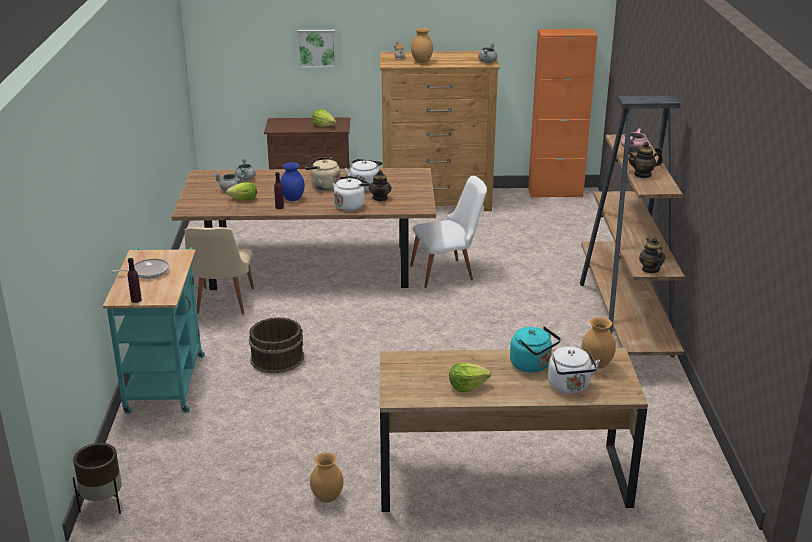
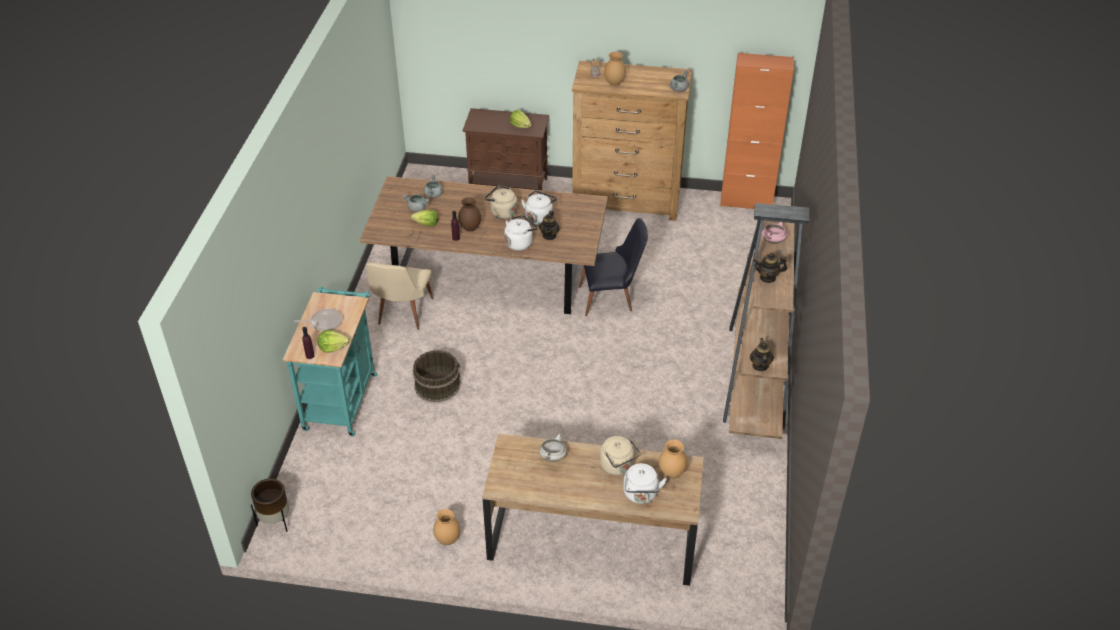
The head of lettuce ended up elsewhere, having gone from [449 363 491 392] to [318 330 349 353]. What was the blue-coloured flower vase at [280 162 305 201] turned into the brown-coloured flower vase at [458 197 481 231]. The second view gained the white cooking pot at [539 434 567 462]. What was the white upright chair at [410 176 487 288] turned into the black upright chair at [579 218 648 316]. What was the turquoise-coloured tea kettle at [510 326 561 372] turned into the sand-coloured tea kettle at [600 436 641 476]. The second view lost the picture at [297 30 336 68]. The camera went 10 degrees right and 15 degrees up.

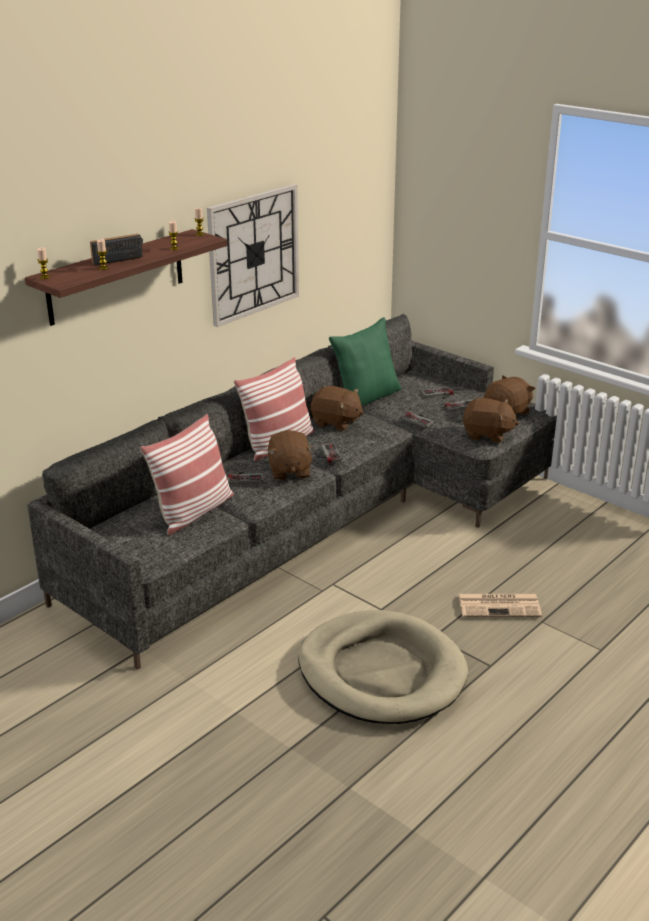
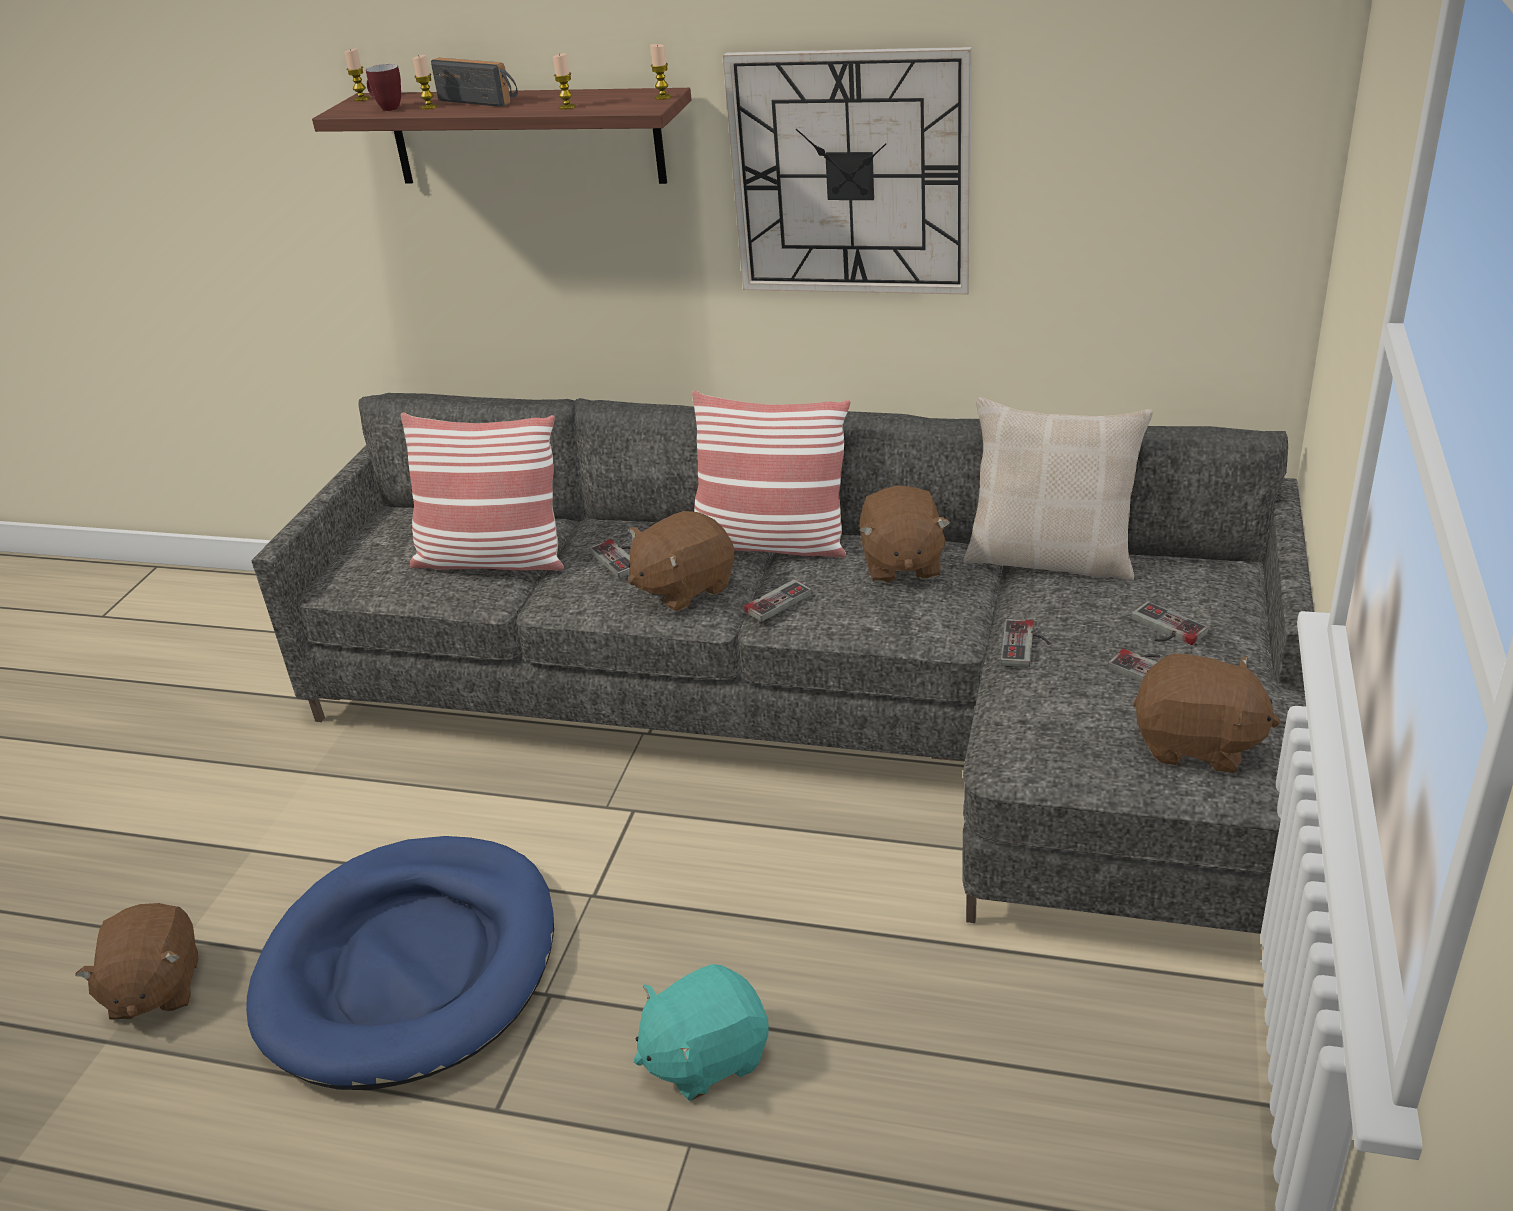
The brown-coloured plush toy ended up elsewhere, having gone from [462 398 519 443] to [75 903 198 1021]. What was the sand-coloured pet bed at [298 610 468 724] turned into the blue-coloured pet bed at [246 836 554 1090]. The second view gained the mug at [366 64 401 111]. Where the printed paper stood at [458 594 542 617], the turquoise-coloured plush toy came to stand at [634 964 769 1101]. What was the green-coloured throw pillow at [329 317 402 406] turned into the sand-coloured throw pillow at [963 397 1153 581]. The camera went 65 degrees right and 5 degrees up.

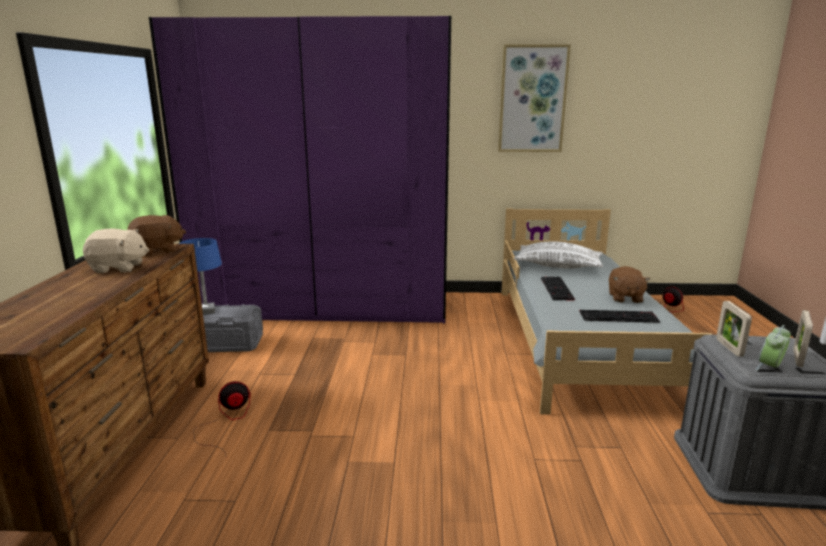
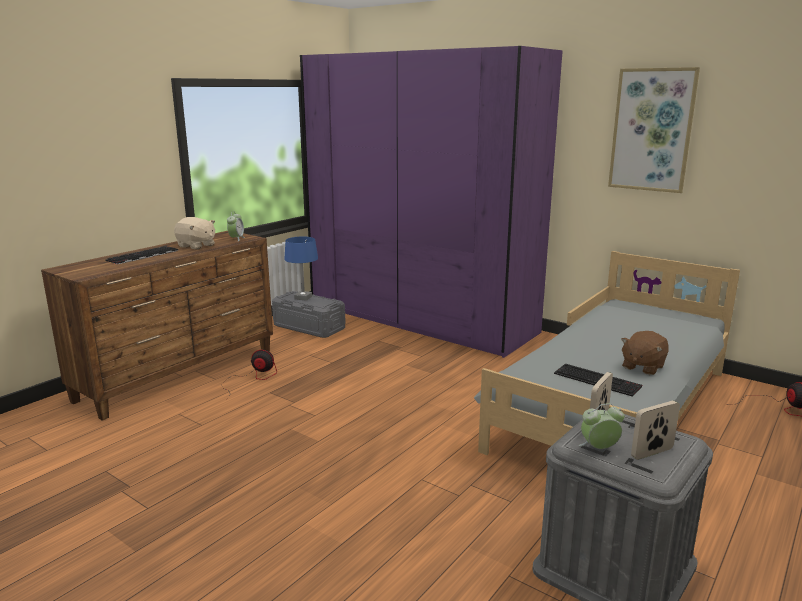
The keyboard ended up elsewhere, having gone from [541 276 575 301] to [105 246 178 264]. Where the brown-coloured plush toy stood at [127 215 186 256], the alarm clock came to stand at [227 211 245 241]. The second view lost the white throw pillow at [514 242 603 268]. The camera went 35 degrees right and 0 degrees up.

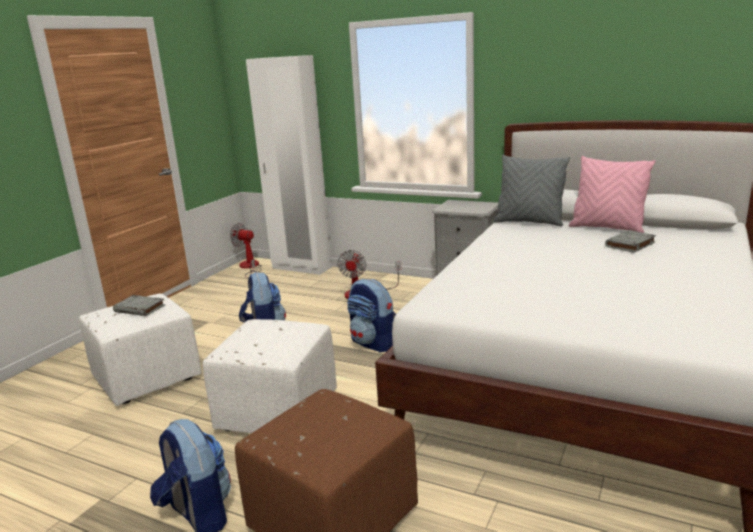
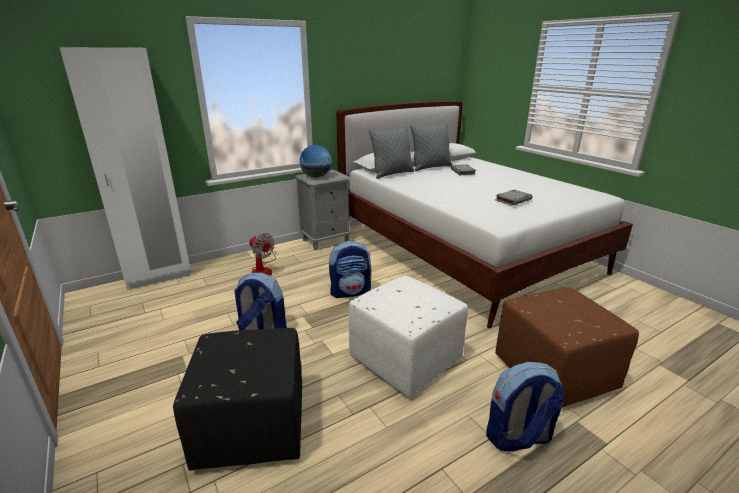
What was the white ottoman at [79 294 202 406] turned into the black ottoman at [173 328 302 471]. The second view gained the world globe at [300 145 332 178]. What was the pinkish throw pillow at [569 156 656 233] turned into the grey throw pillow at [410 123 453 171]. The grey book ended up elsewhere, having gone from [113 295 165 316] to [495 190 533 206]. The second view lost the fan at [230 223 262 278]. The camera went 60 degrees left and 5 degrees up.

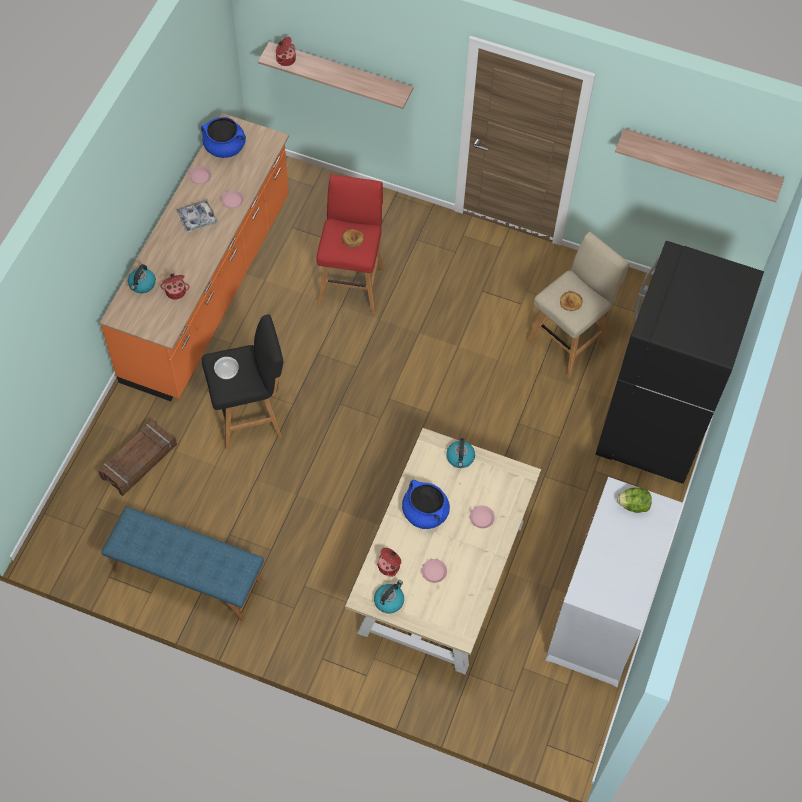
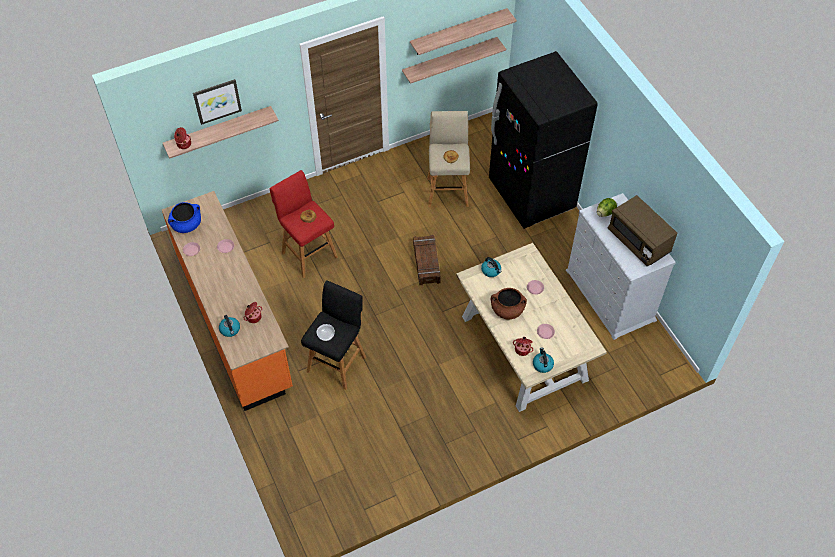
The second view gained the picture at [193 79 242 125]. The second view gained the bracket shelf at [402 37 506 84]. The packing crate ended up elsewhere, having gone from [99 420 177 496] to [413 235 441 285]. What was the blue-coloured cooking pot at [402 480 450 529] turned into the brown-coloured cooking pot at [491 288 527 319]. The second view gained the brown-coloured microwave at [608 195 678 266]. The second view lost the blue-coloured long seat at [101 507 264 621]. The second view lost the tray at [176 199 218 233]. The camera went 45 degrees left and 5 degrees down.

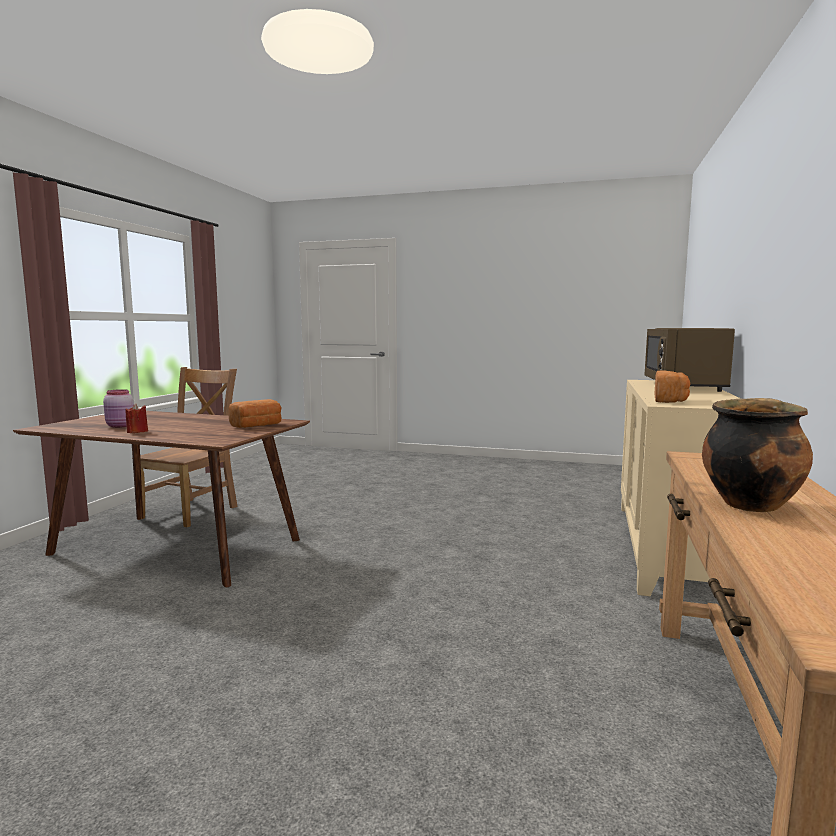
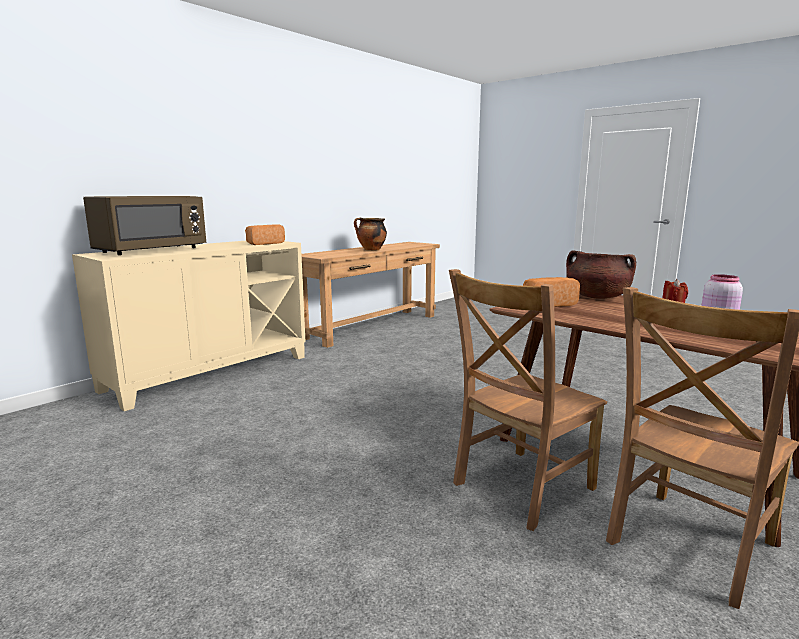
The second view gained the brown-coloured upright chair at [449 269 607 531]. The second view gained the brown-coloured cooking pot at [566 250 636 299]. The camera went 155 degrees left and 5 degrees up.

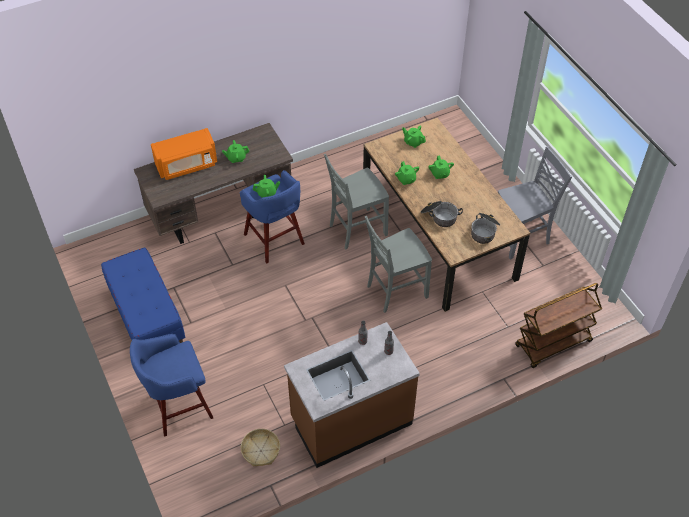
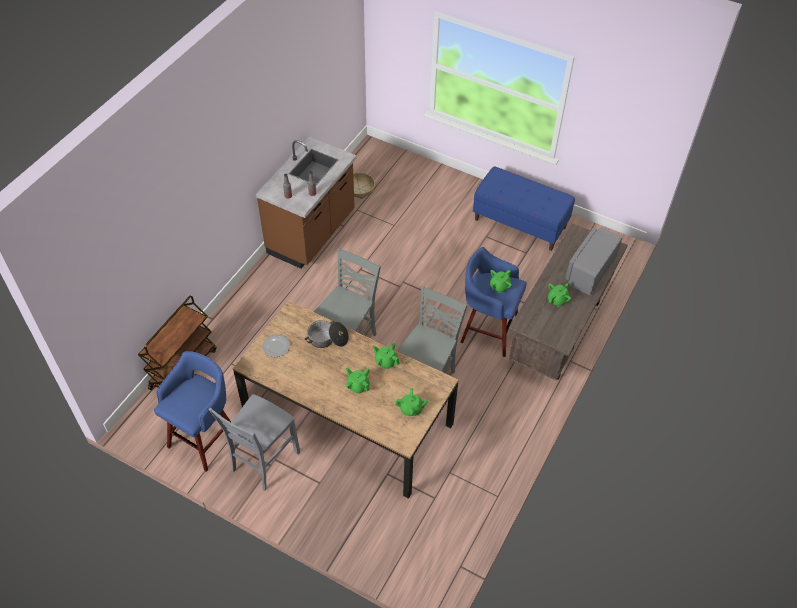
The blue-coloured sitting stool ended up elsewhere, having gone from [130 334 213 437] to [154 351 231 472]. Where the cooking pot stood at [471 213 500 244], the dinner plate came to stand at [262 335 290 357]. What was the orange microwave at [151 128 217 180] turned into the grey microwave at [565 227 623 295]. The camera went 145 degrees right and 0 degrees up.

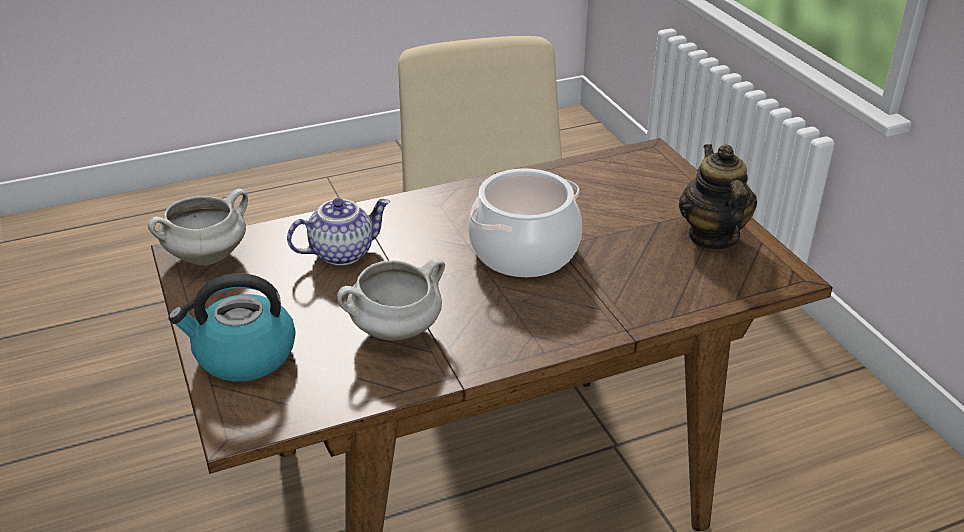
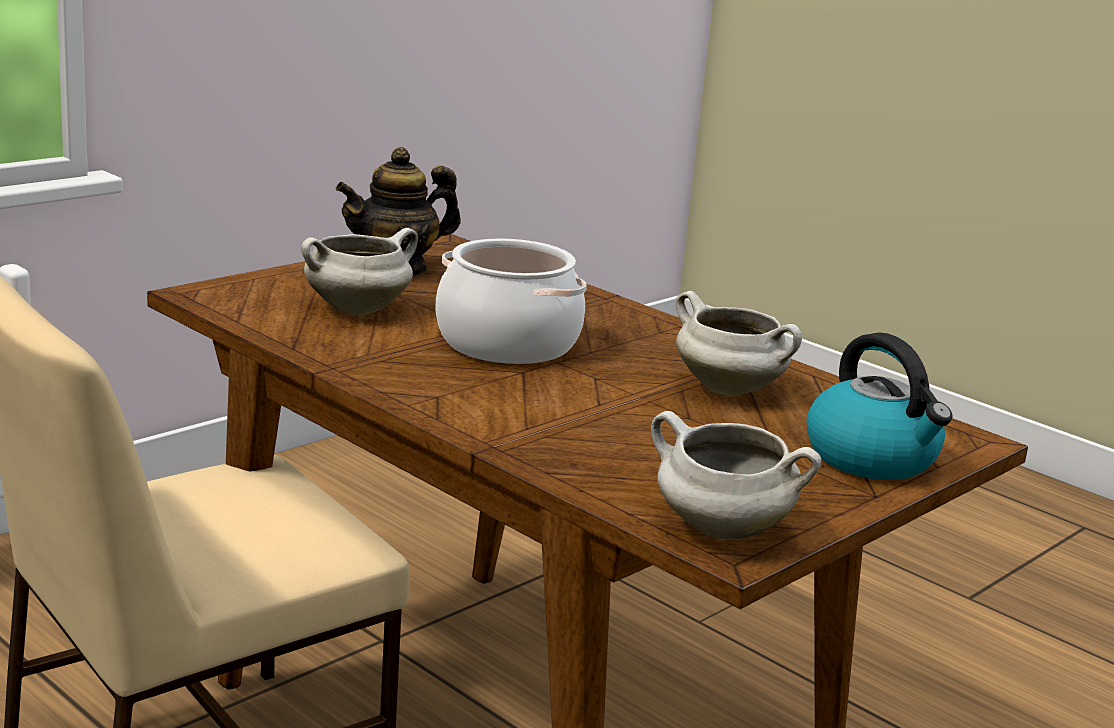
The second view gained the white cooking pot at [301 228 418 315]. The second view lost the teapot at [287 198 390 265]. The camera went 115 degrees left and 15 degrees down.

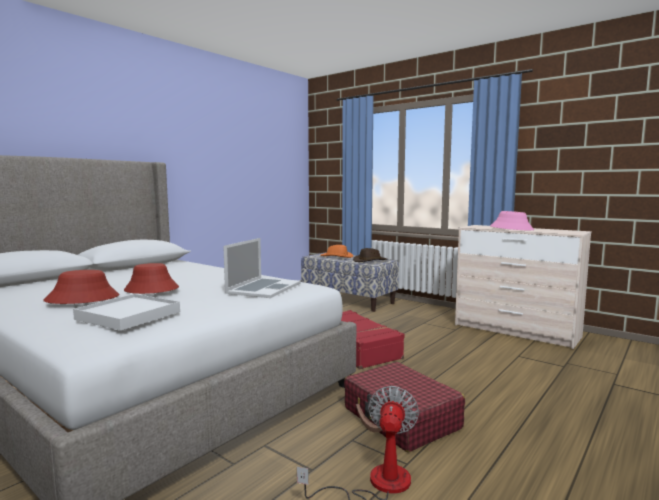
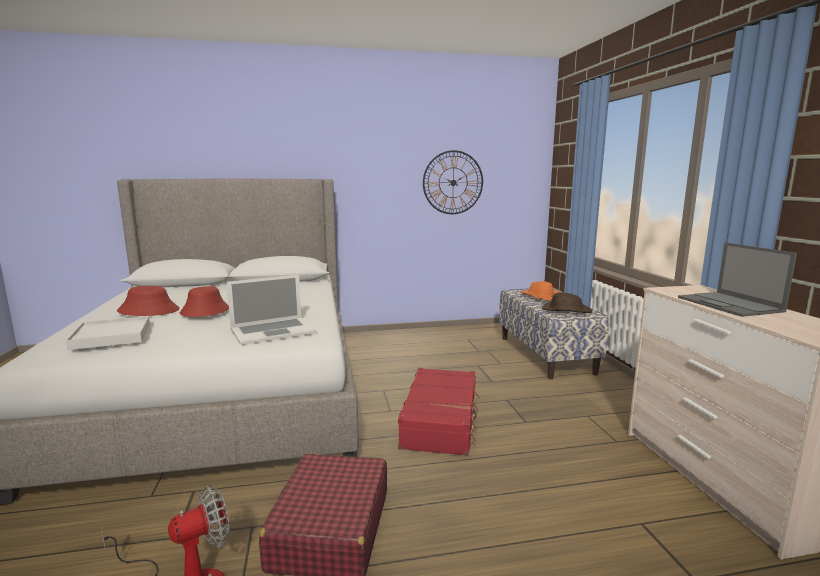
The second view gained the hanging clock at [423 150 483 214]. Where the pinkish wearable hat stood at [490 211 534 230], the notebook computer came to stand at [678 242 797 317]. The camera went 40 degrees right and 5 degrees up.

